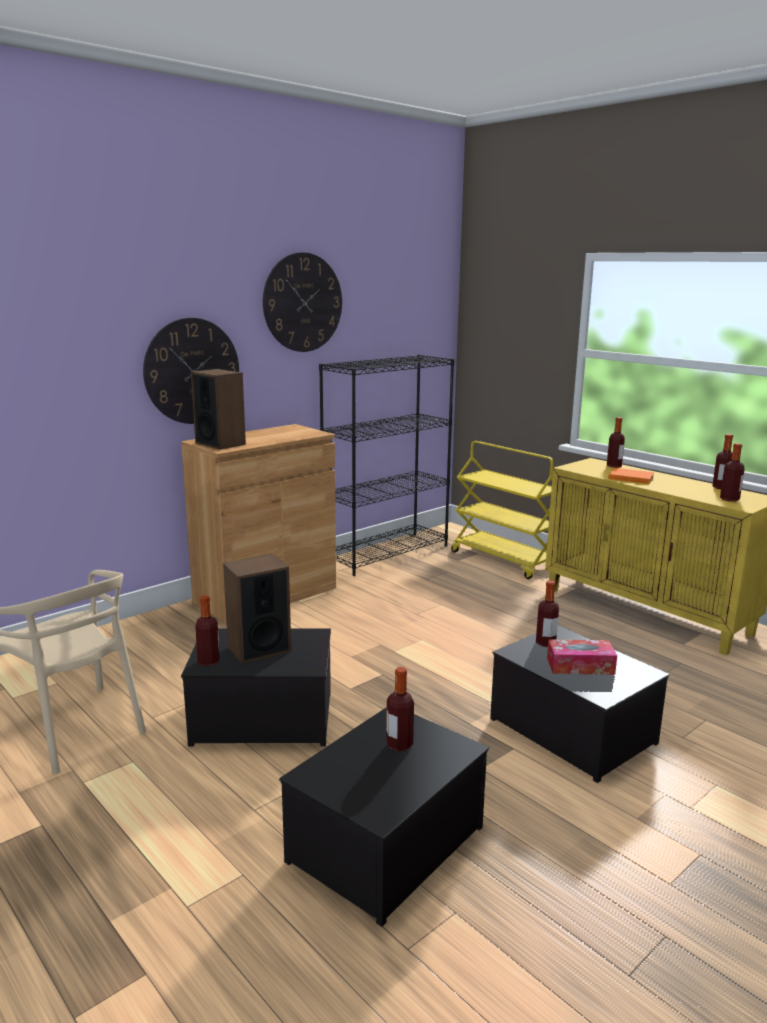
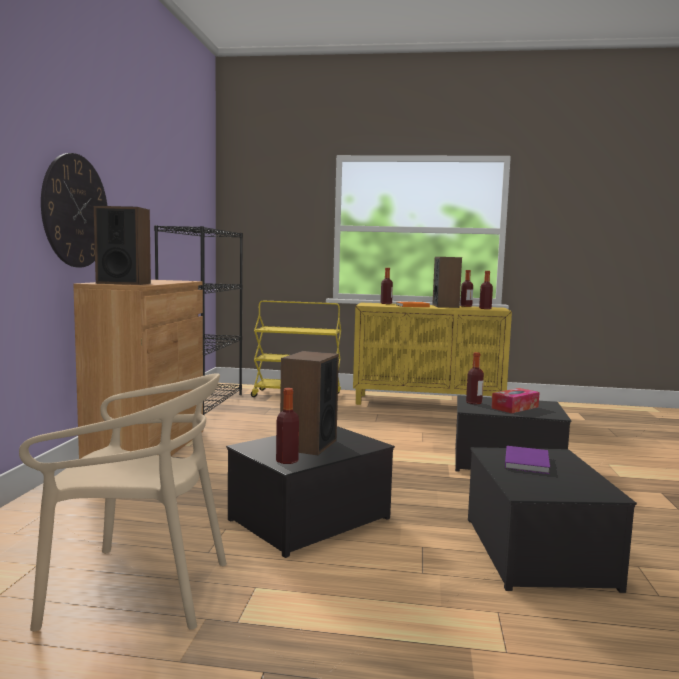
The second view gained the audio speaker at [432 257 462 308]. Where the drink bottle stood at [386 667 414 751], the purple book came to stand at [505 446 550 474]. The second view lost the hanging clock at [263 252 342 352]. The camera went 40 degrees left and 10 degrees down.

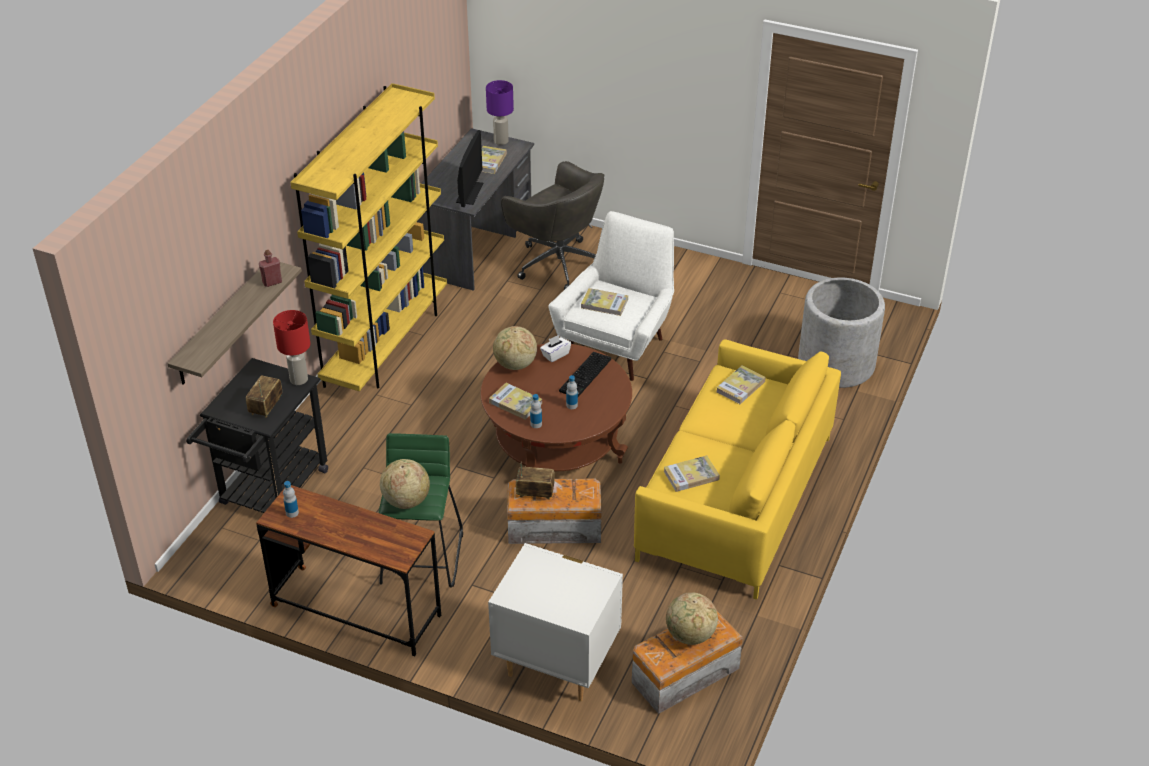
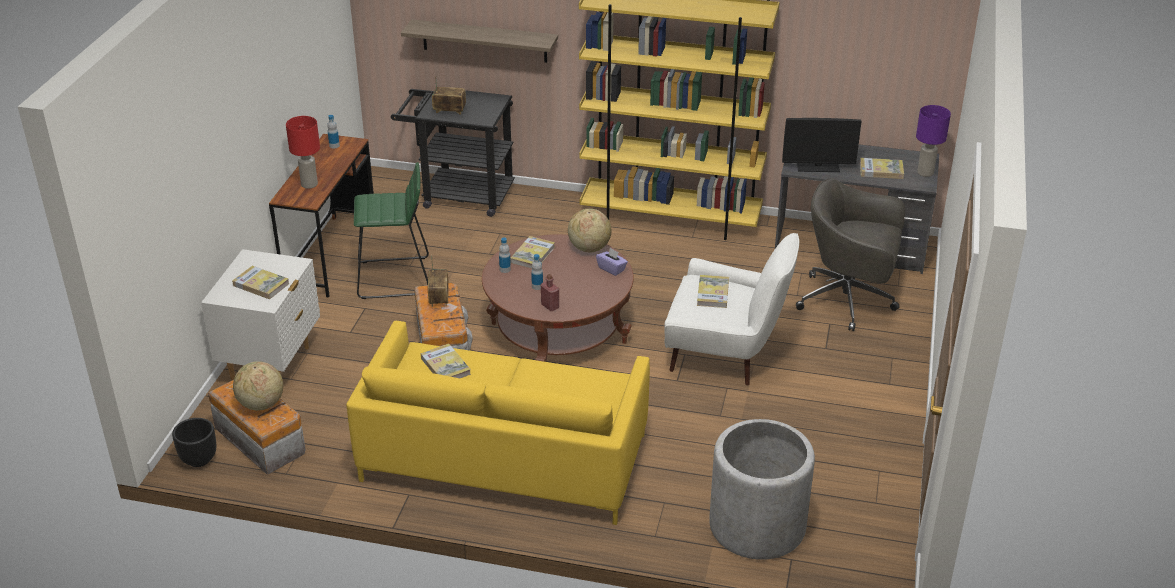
The second view gained the black planter at [172 418 217 467]. The book ended up elsewhere, having gone from [716 366 766 404] to [232 266 289 299]. The red-coloured lamp for a table ended up elsewhere, having gone from [273 310 310 385] to [286 116 320 189]. The red-coloured drink bottle ended up elsewhere, having gone from [259 250 282 287] to [541 274 559 311]. What was the white tissue box at [540 335 571 362] turned into the purple tissue box at [596 248 628 276]. The grey computer chair at [501 161 604 290] ended up facing another way, 75 degrees clockwise from before. The second view lost the world globe at [380 459 430 509]. The second view lost the keyboard at [559 352 611 397]. The camera went 80 degrees right and 5 degrees down.

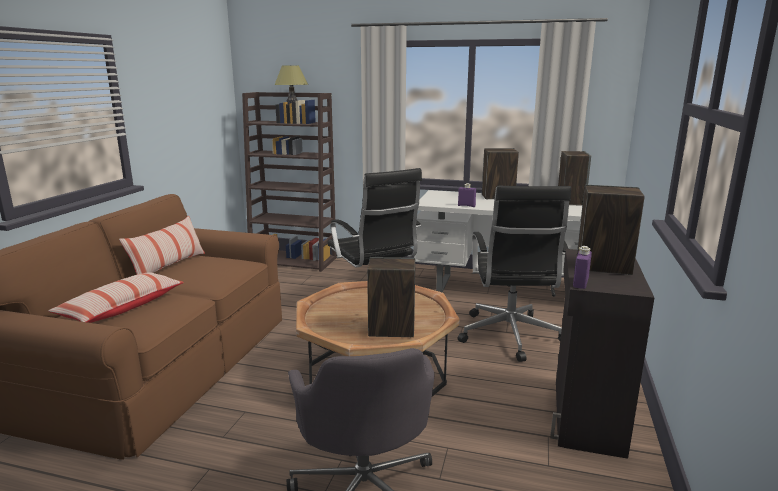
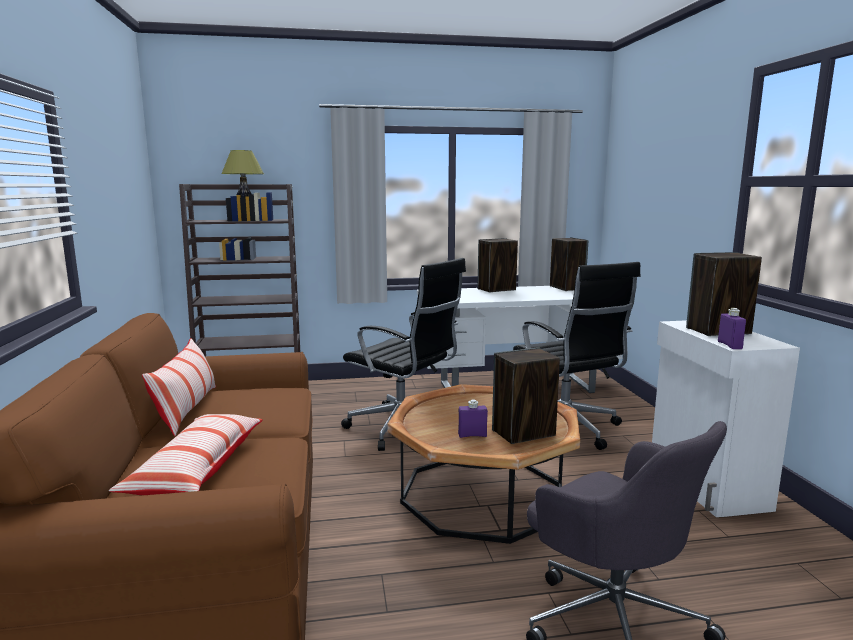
The purple drink bottle ended up elsewhere, having gone from [458 183 476 207] to [458 399 488 438]. What was the black cupboard at [550 249 654 459] turned into the white cupboard at [652 320 800 517]. The camera went 25 degrees left and 5 degrees down.

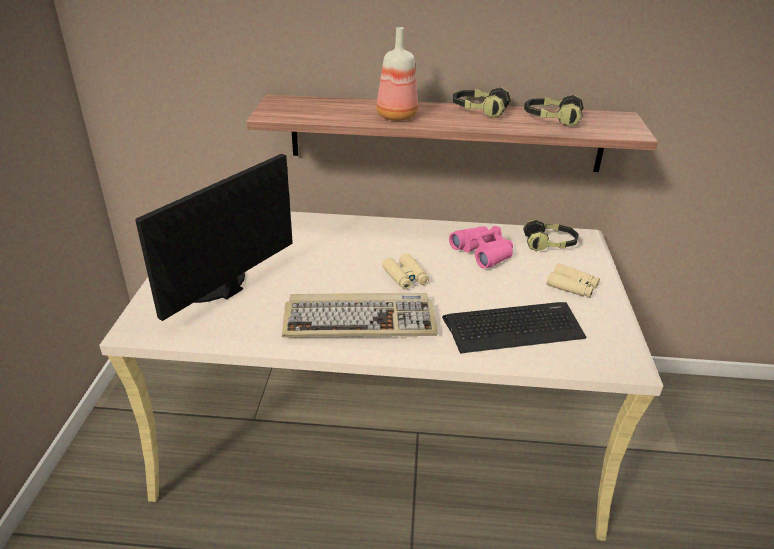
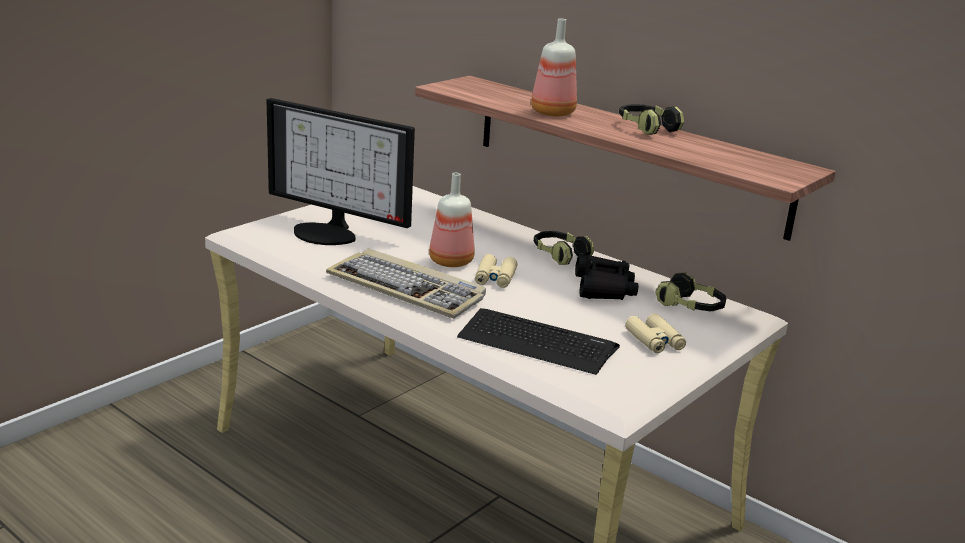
The monitor at [135 154 293 321] ended up facing another way, 135 degrees counterclockwise from before. The second view gained the drink bottle at [429 173 475 267]. The pair of headphones ended up elsewhere, having gone from [524 95 584 127] to [533 231 594 265]. What was the pinkish binoculars at [449 226 513 269] turned into the black binoculars at [575 255 638 300]. The camera went 35 degrees right and 10 degrees down.

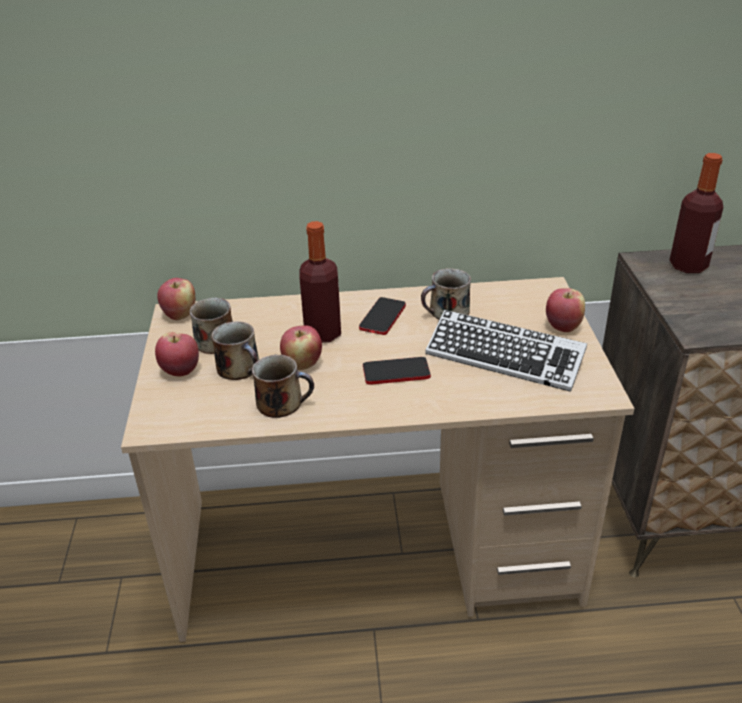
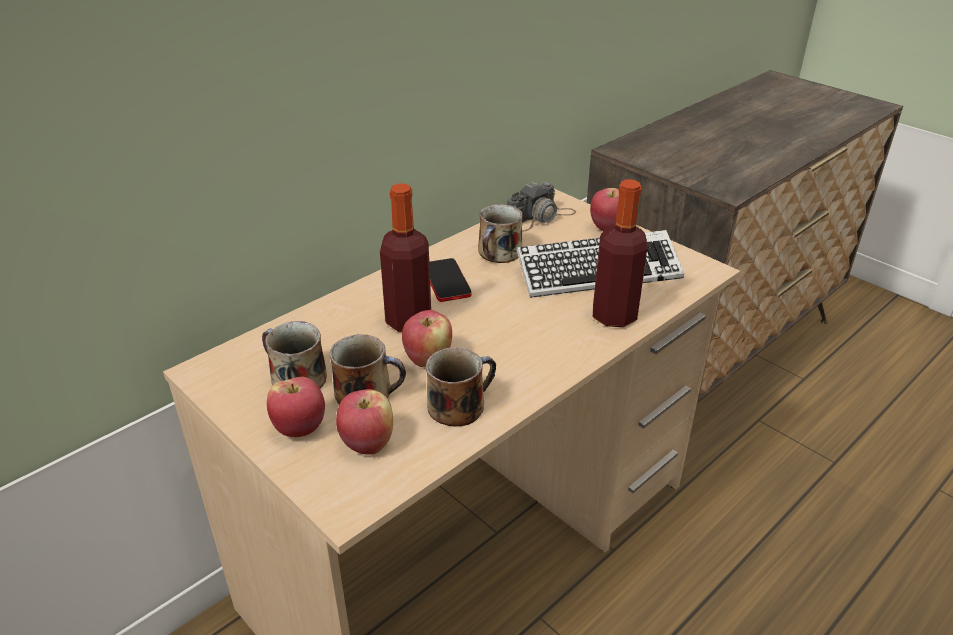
The apple fruit ended up elsewhere, having gone from [157 278 195 320] to [336 389 393 455]. The second view gained the photo camera at [507 182 576 232]. The drink bottle ended up elsewhere, having gone from [670 153 724 273] to [593 179 647 327]. The second view lost the telephone at [363 357 431 385]. The camera went 40 degrees left and 0 degrees up.

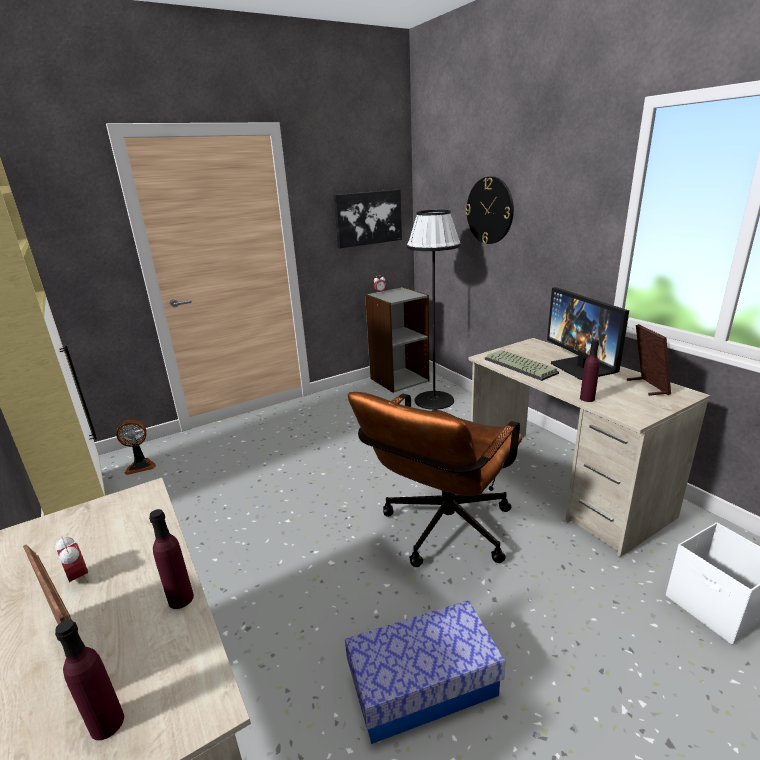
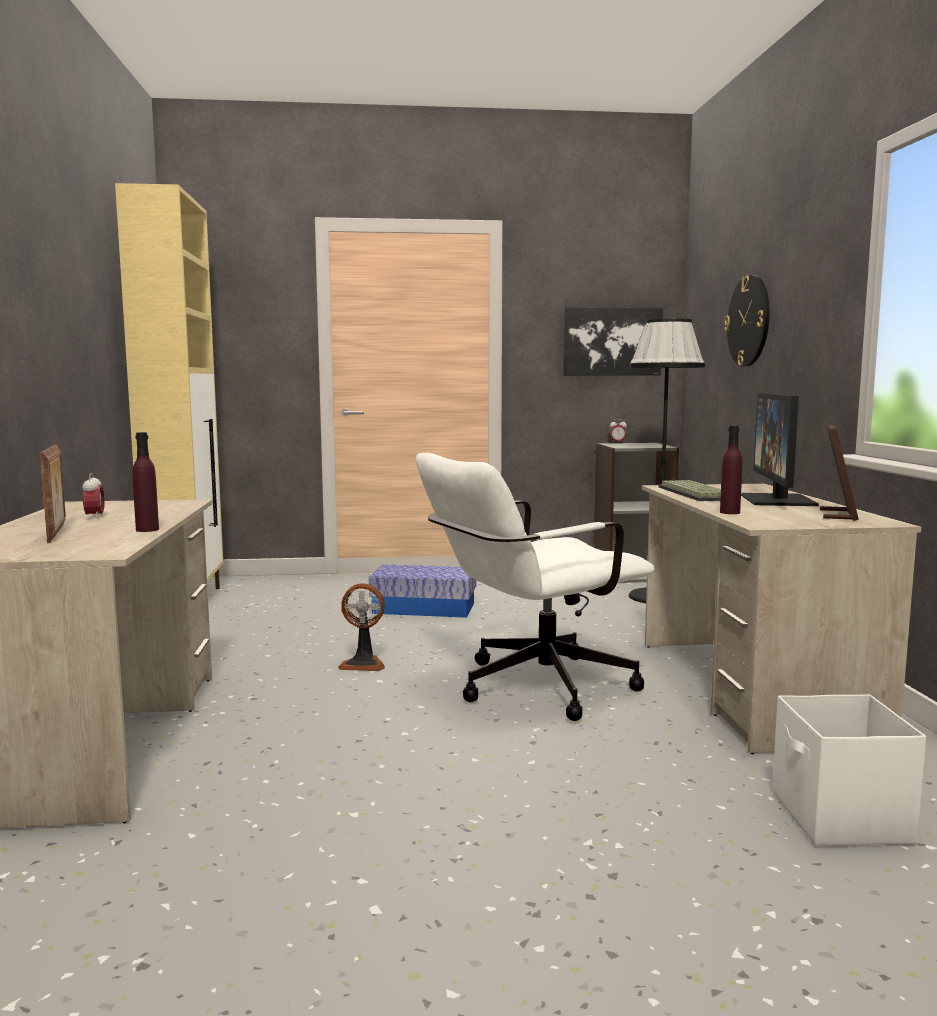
The fan ended up elsewhere, having gone from [117 420 156 475] to [338 583 385 671]. The storage bin ended up elsewhere, having gone from [345 600 506 744] to [369 564 476 618]. What was the brown-coloured computer chair at [348 392 522 567] turned into the white computer chair at [416 453 655 721]. The second view lost the purple drink bottle at [55 619 124 740]. The camera went 25 degrees right and 15 degrees down.

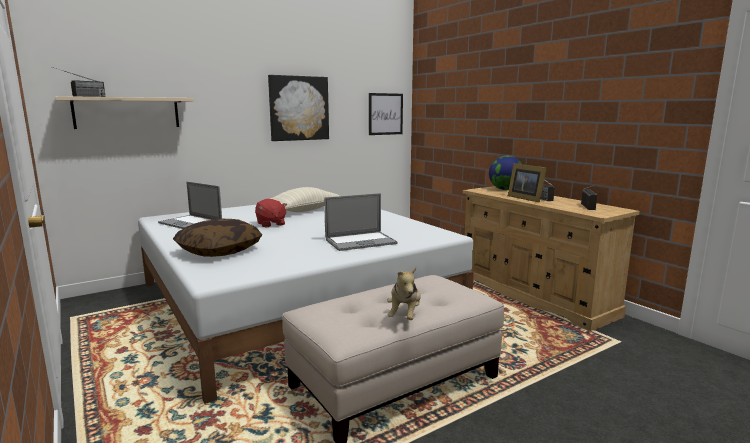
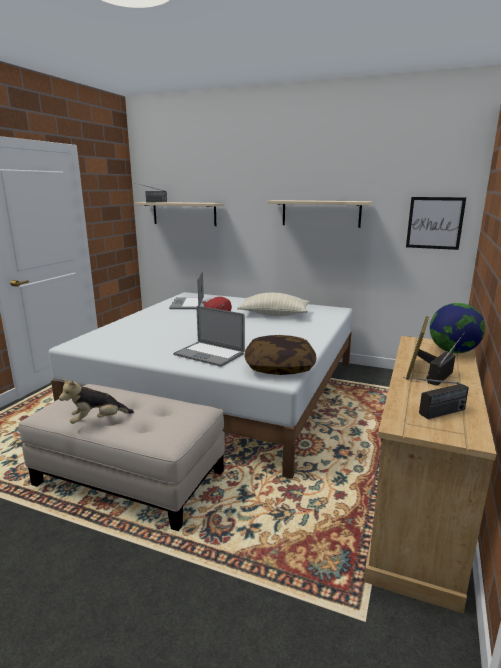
The throw pillow ended up elsewhere, having gone from [173 219 262 257] to [245 335 316 375]. Where the picture hung at [268 75 329 141], the sand-coloured bracket shelf came to hang at [267 200 372 228]. The camera went 55 degrees right and 5 degrees up.

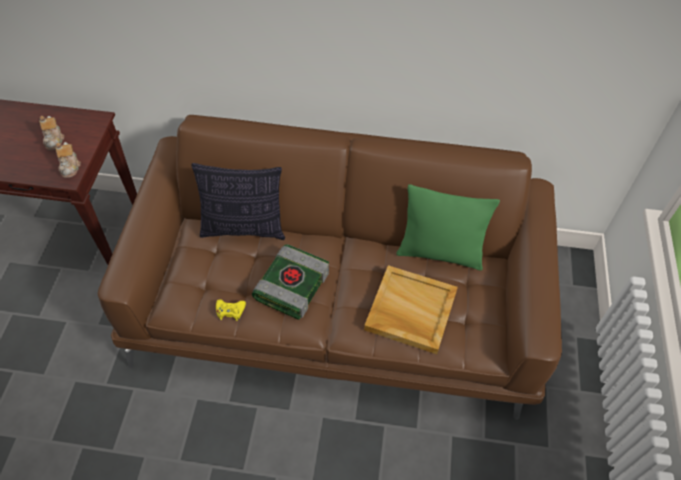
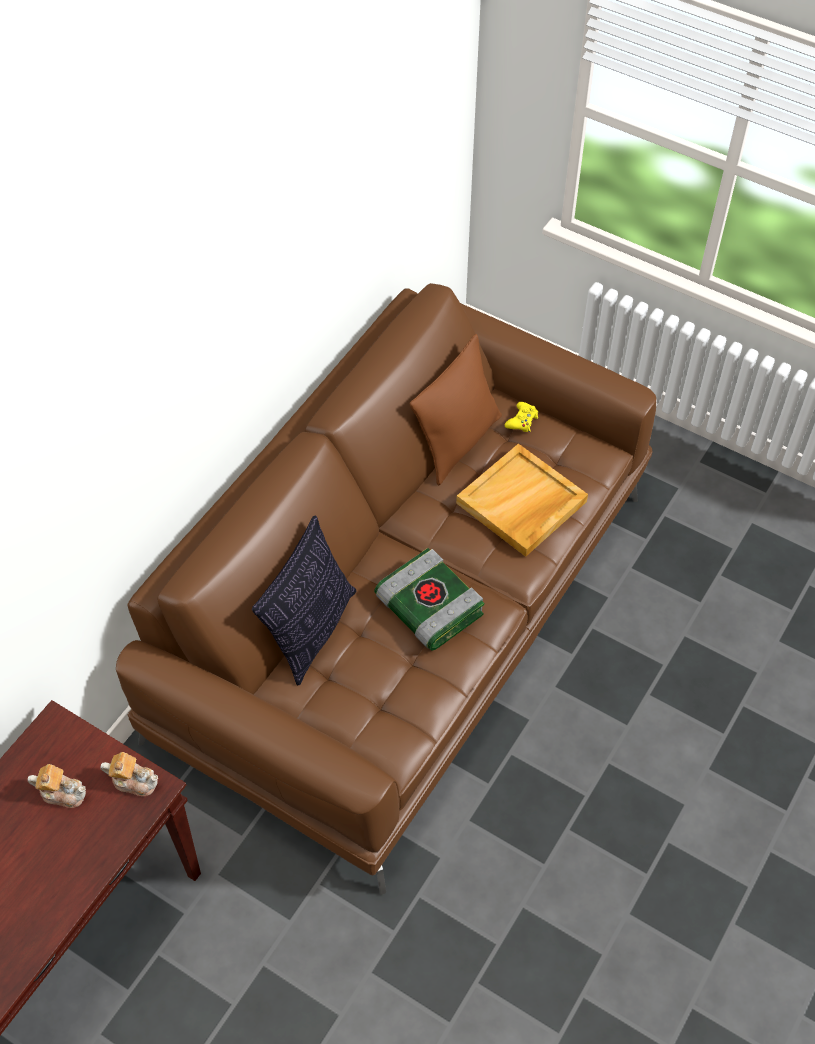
What was the green-coloured throw pillow at [396 184 500 271] turned into the brown-coloured throw pillow at [410 334 502 485]. The yellowish game controller ended up elsewhere, having gone from [216 299 246 321] to [505 402 538 432]. The camera went 65 degrees left and 0 degrees up.

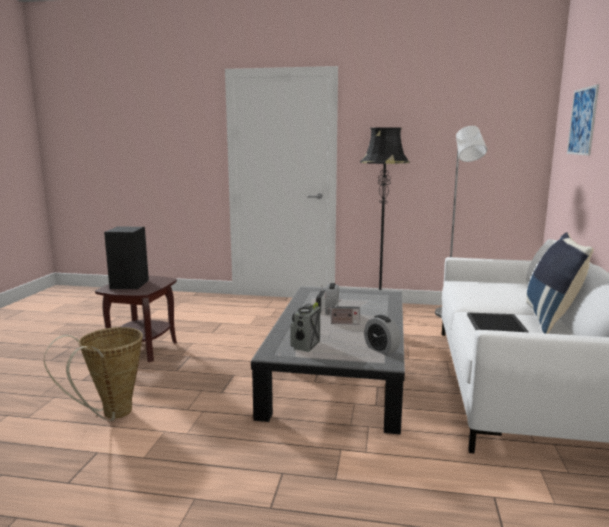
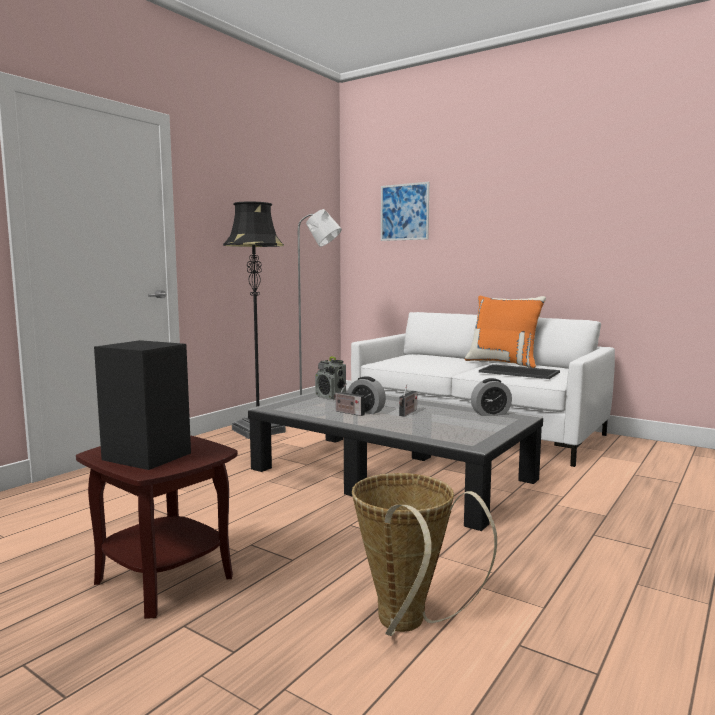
The radio receiver ended up elsewhere, having gone from [290 302 320 352] to [315 356 346 400]. What was the blue-coloured throw pillow at [526 232 594 334] turned into the orange throw pillow at [465 296 546 368]. The camera went 65 degrees left and 5 degrees down.

